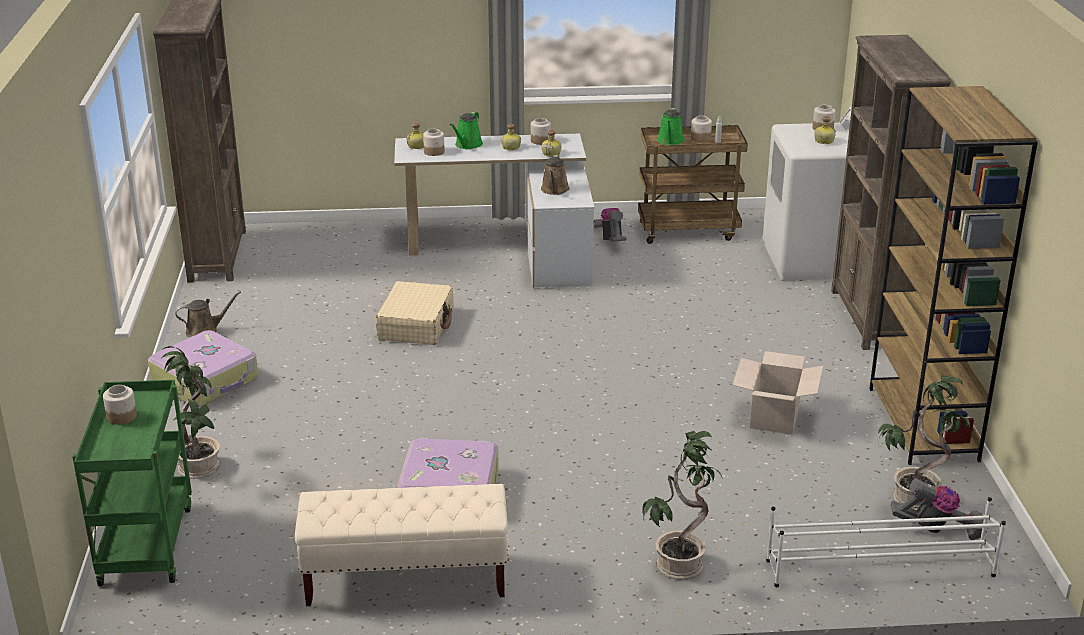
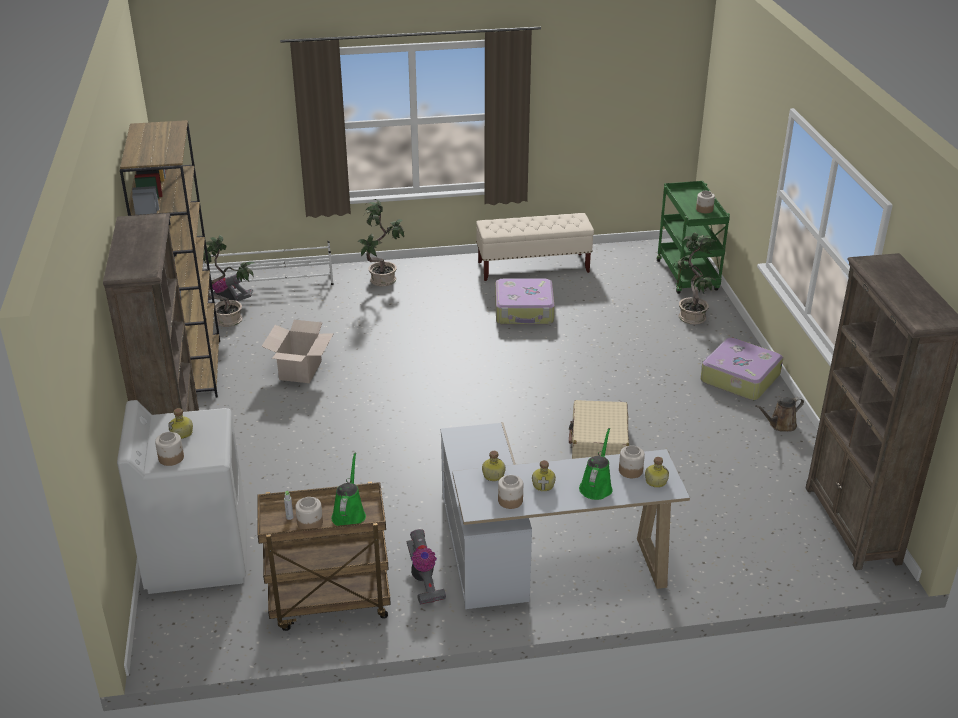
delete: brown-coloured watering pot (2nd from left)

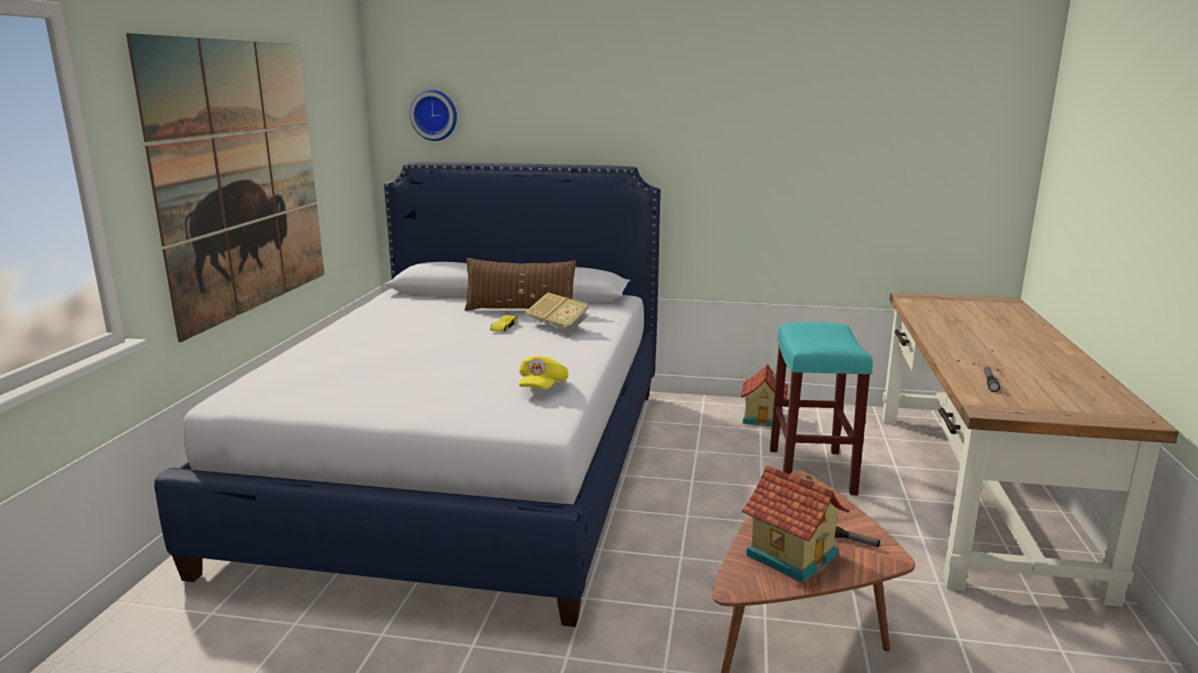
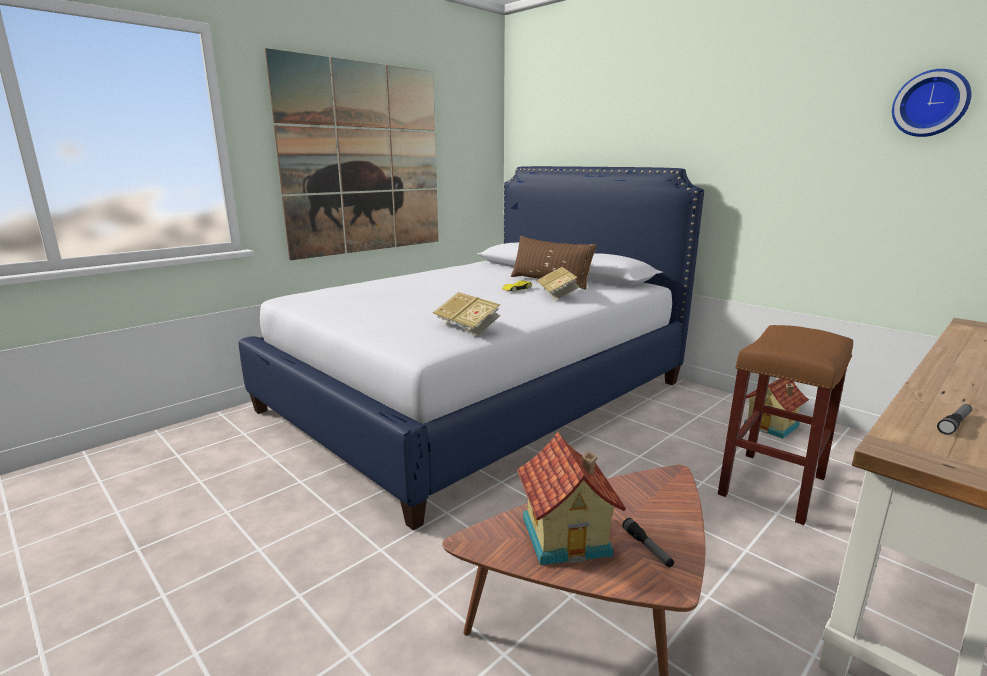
move: hanging clock
replace: yellow-coloured baseball cap to volume (1st from left)
recolor: turquoise stool seat to brown-coloured stool seat

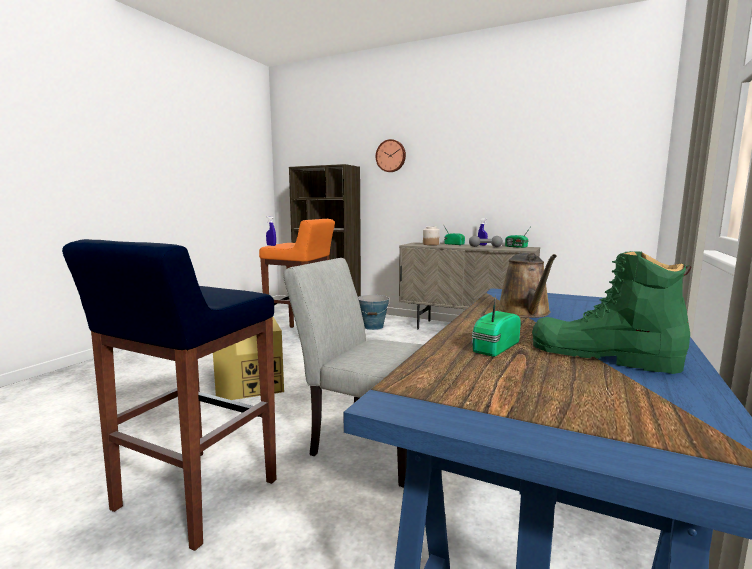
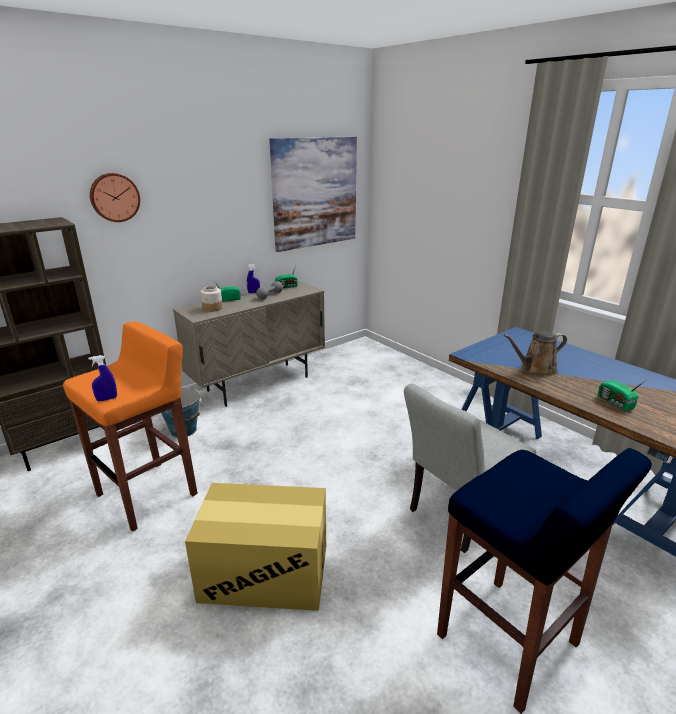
delete: greenish boot
insert: wall art
rotate: brown-coloured watering pot 135 degrees clockwise

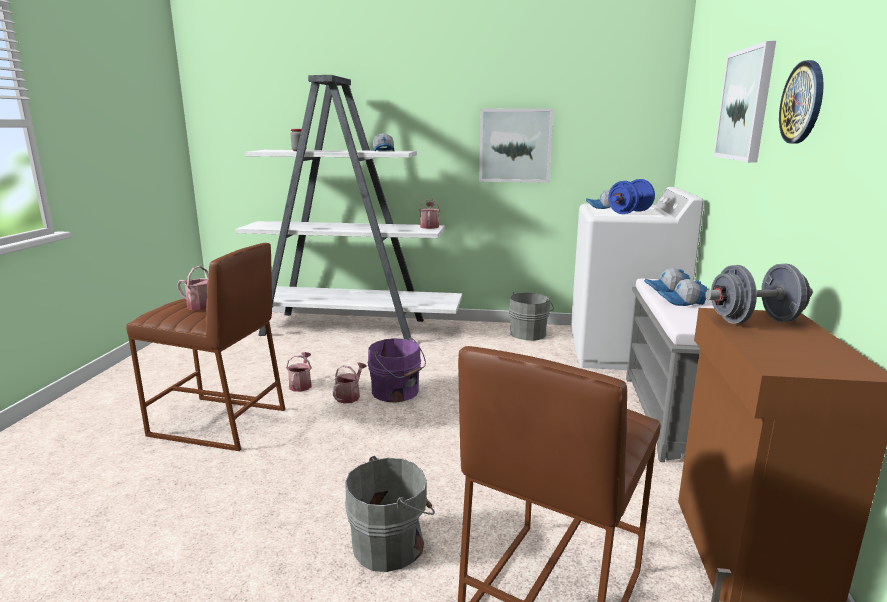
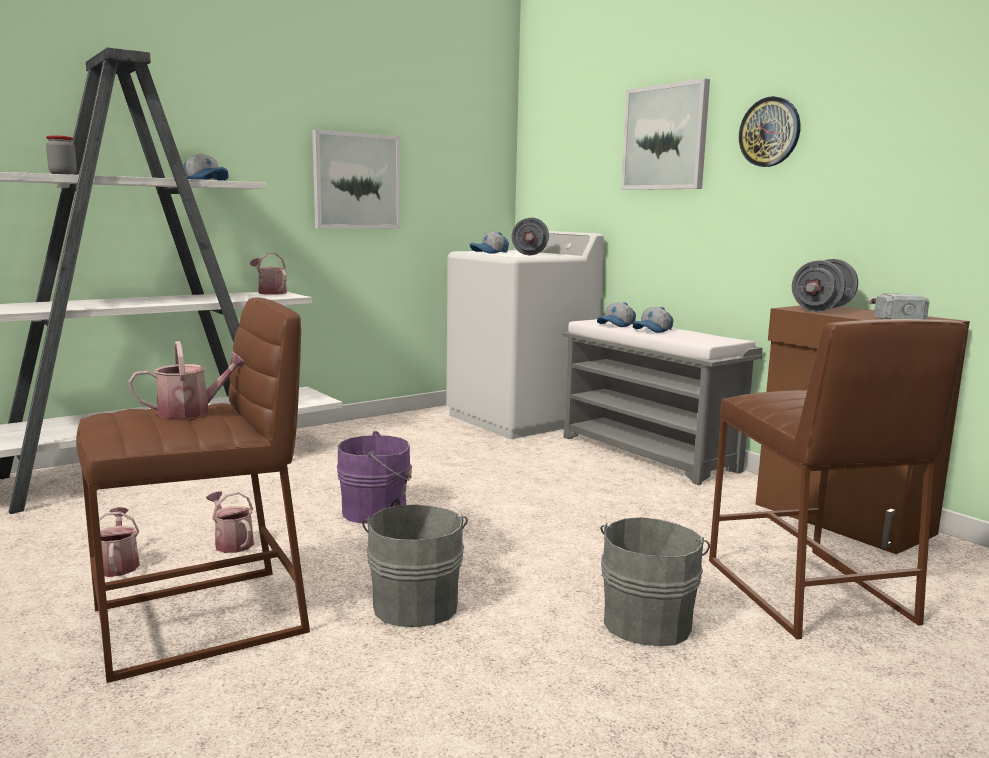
insert: hand hammer
move: watering pot (3rd from left in the first image) to watering pot (1st from left); greyish water bucket (2nd from left in the first image) to greyish water bucket (1st from left)
recolor: blue dumbbell to greyish dumbbell (1st from left)

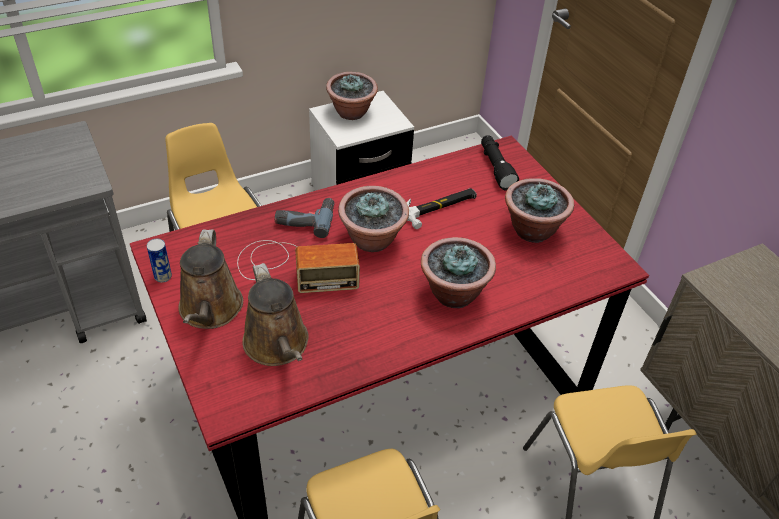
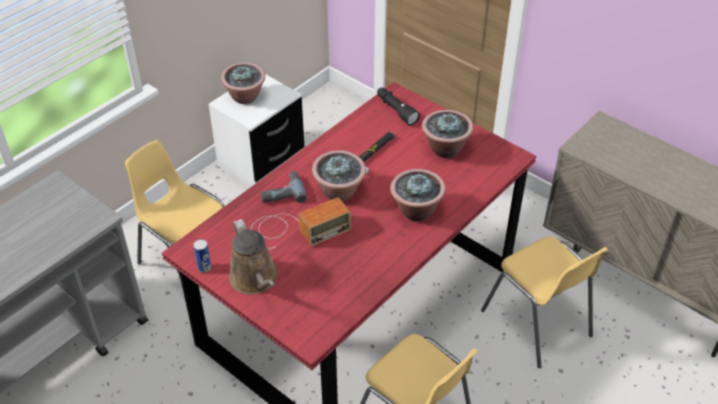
delete: brown-coloured watering pot (2nd from left)

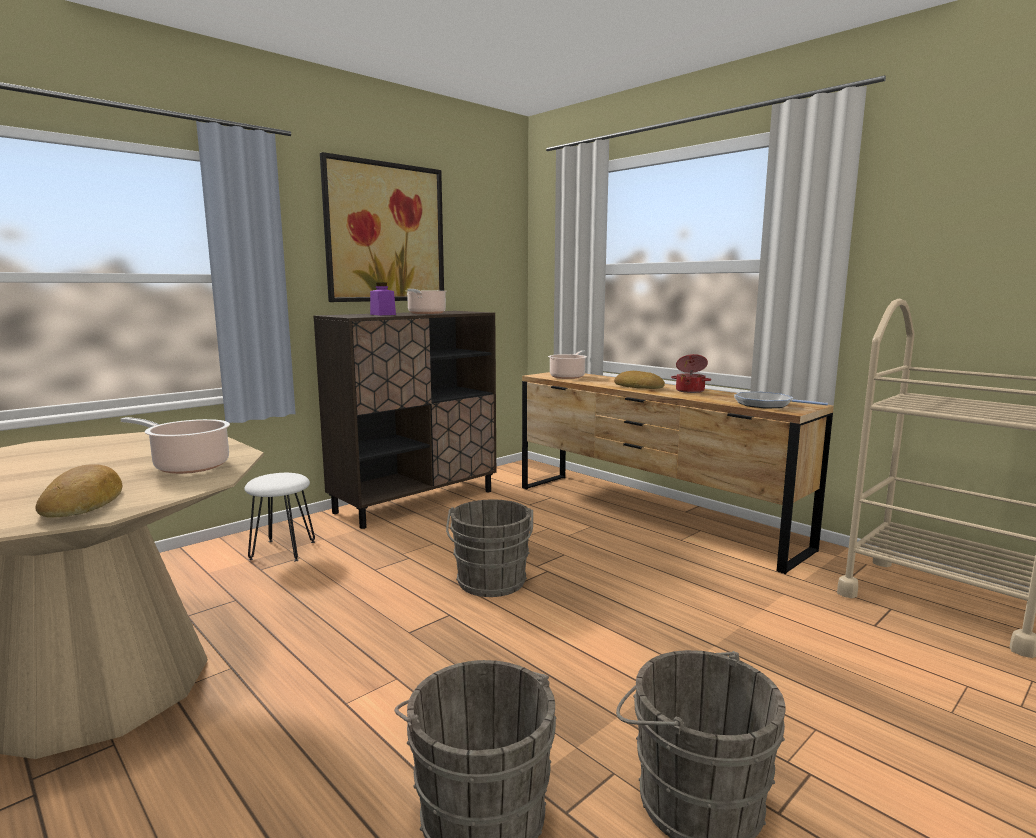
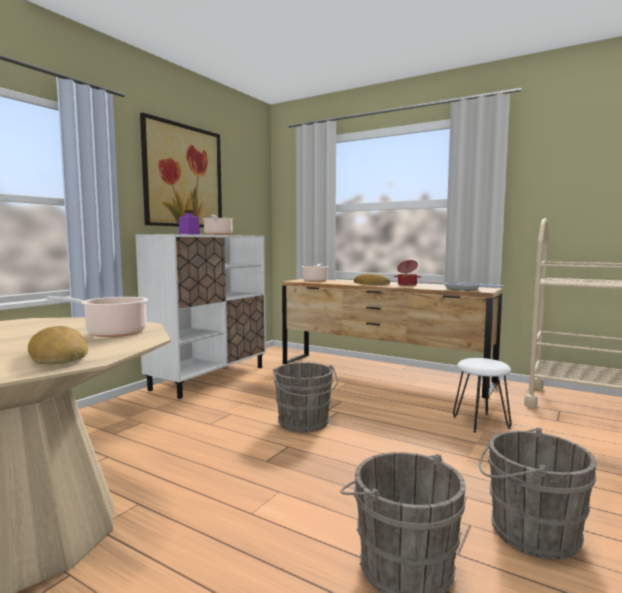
move: whitish stool seat
recolor: brown-coloured cabinet to whitish cabinet

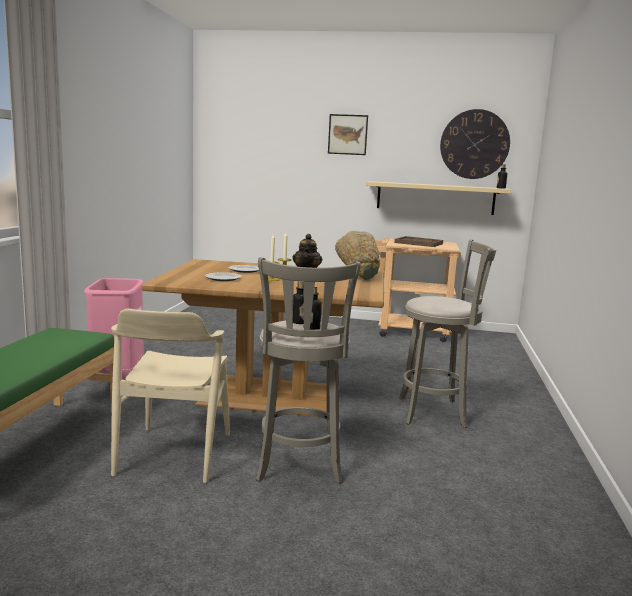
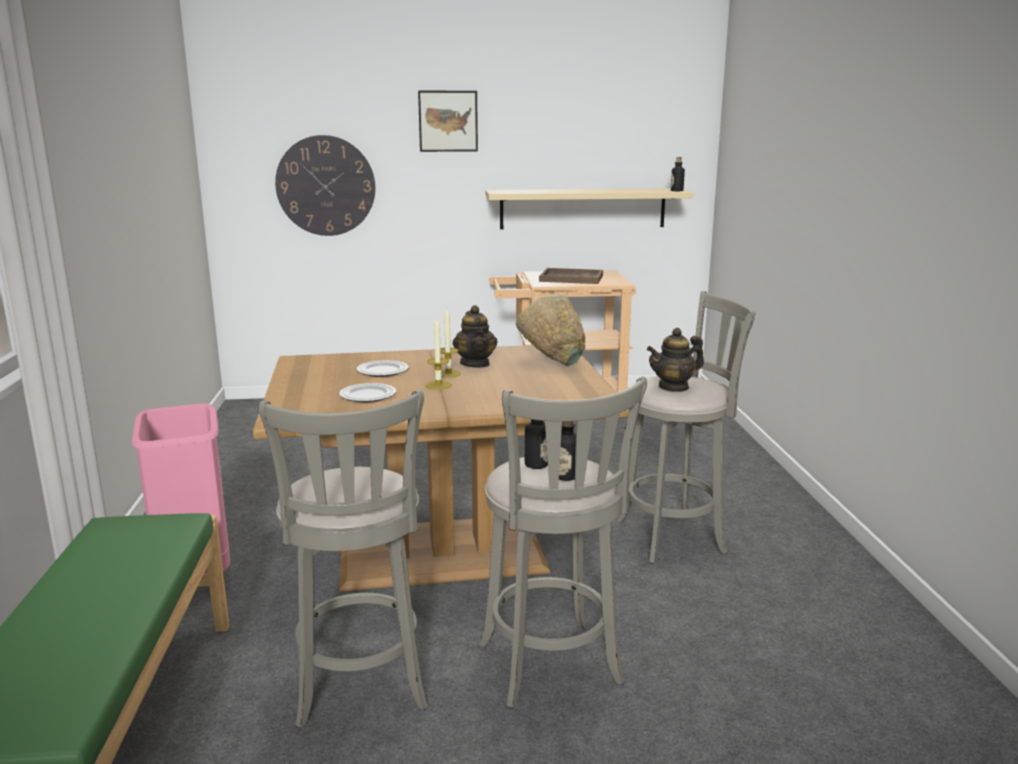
insert: pot for tea (2nd from left)
move: hanging clock
replace: beige-coloured plain chair to greyish stool seat (1st from left)

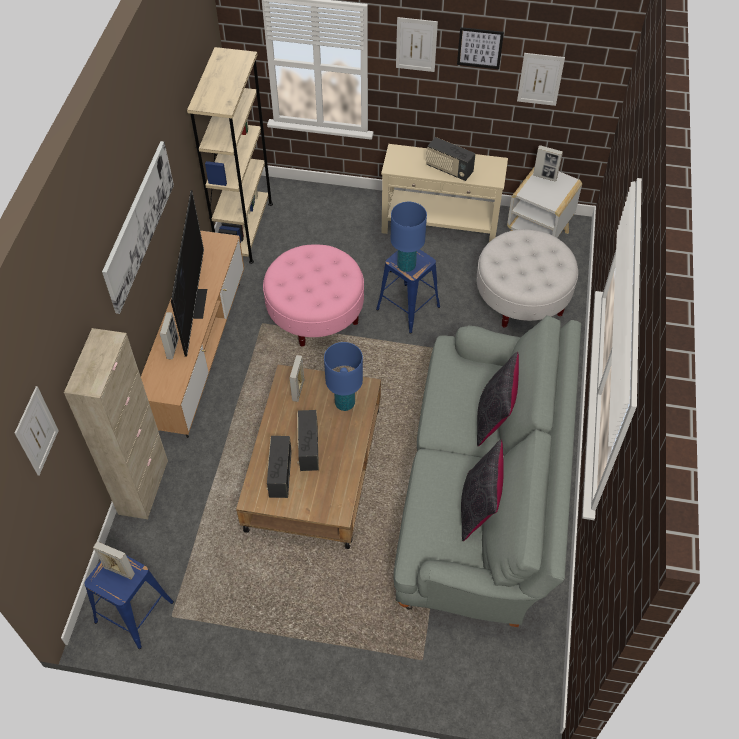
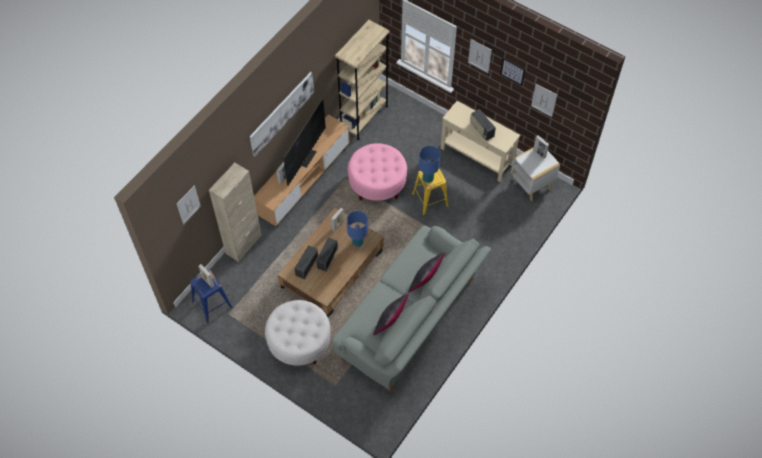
move: whitish footrest
recolor: blue stool seat (2nd from left) to yellow-coloured stool seat

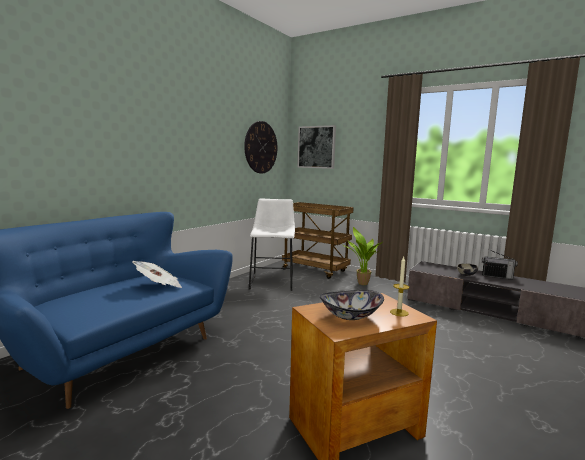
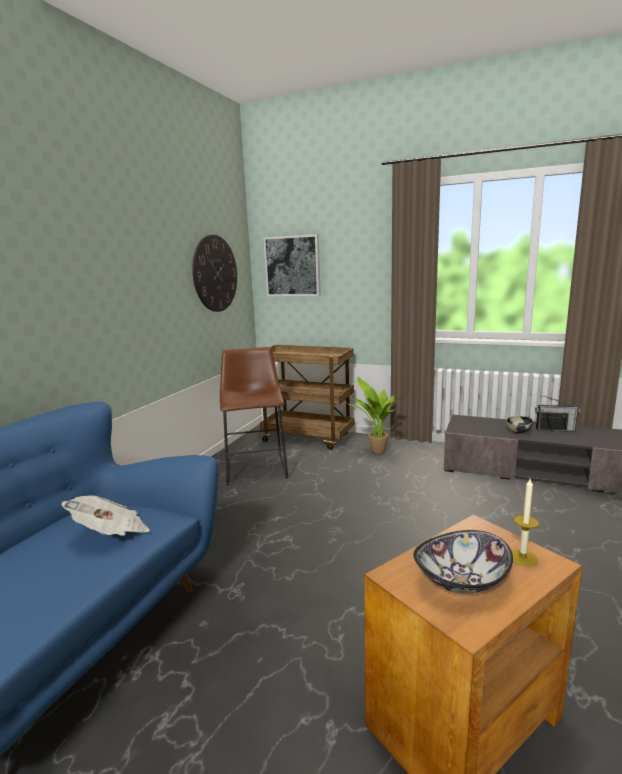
recolor: whitish stool seat to brown-coloured stool seat

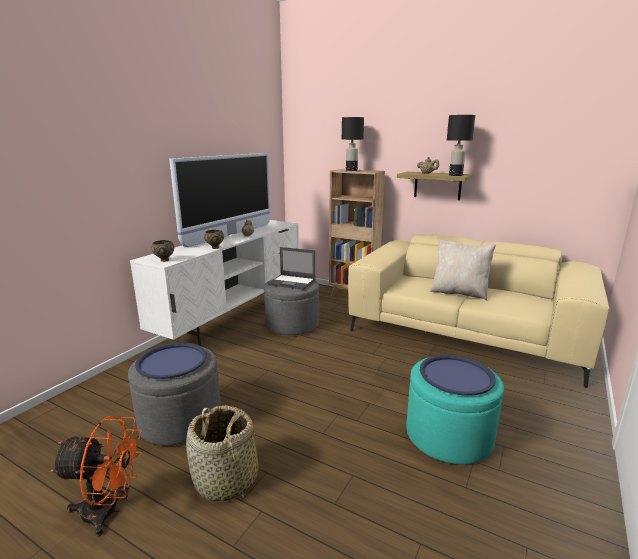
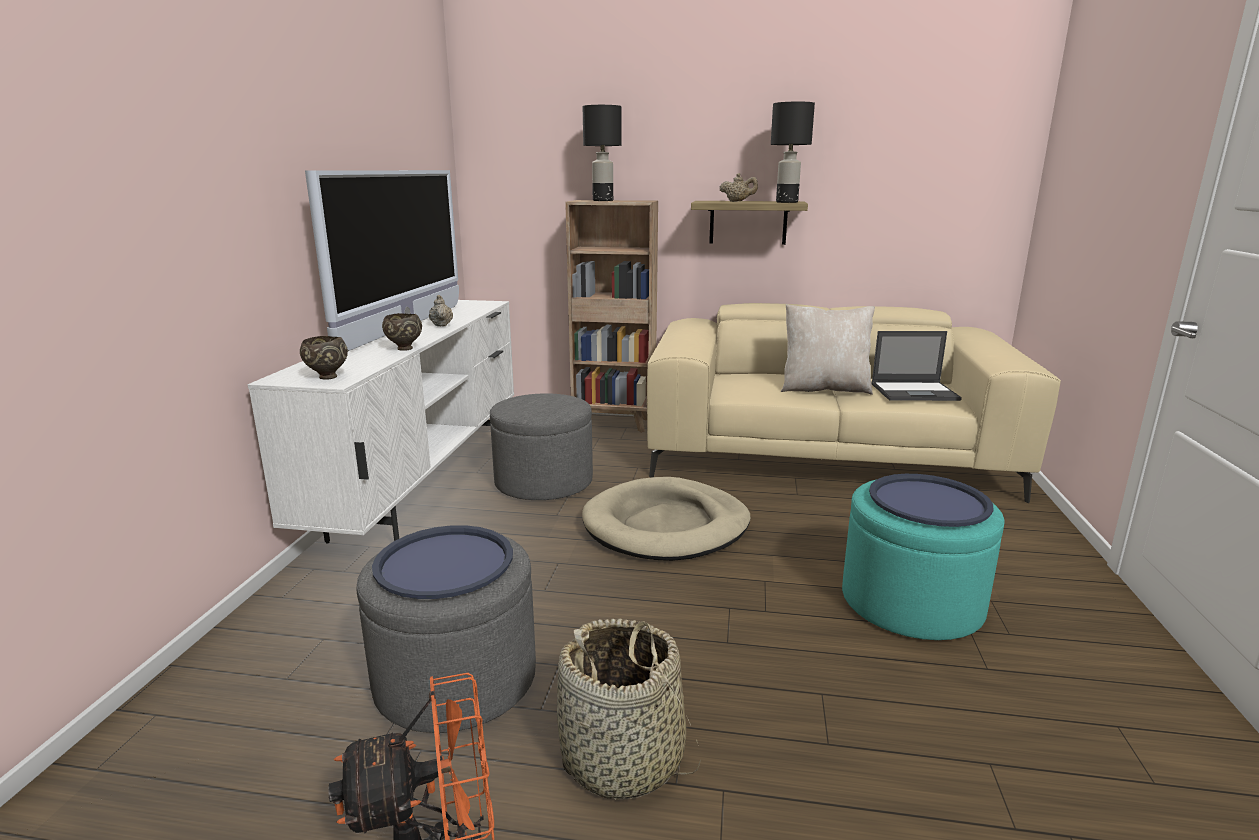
insert: beige-coloured dog bed
move: portable computer

